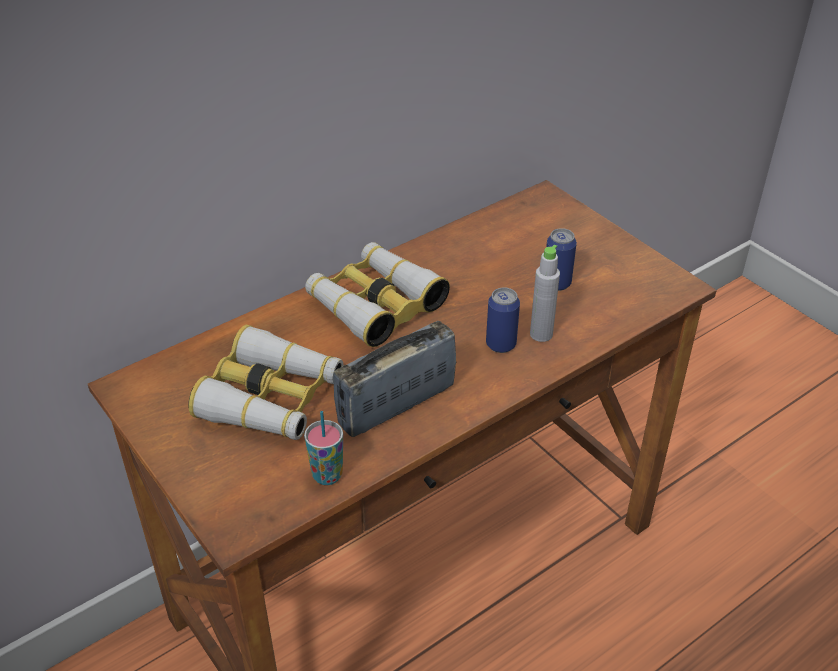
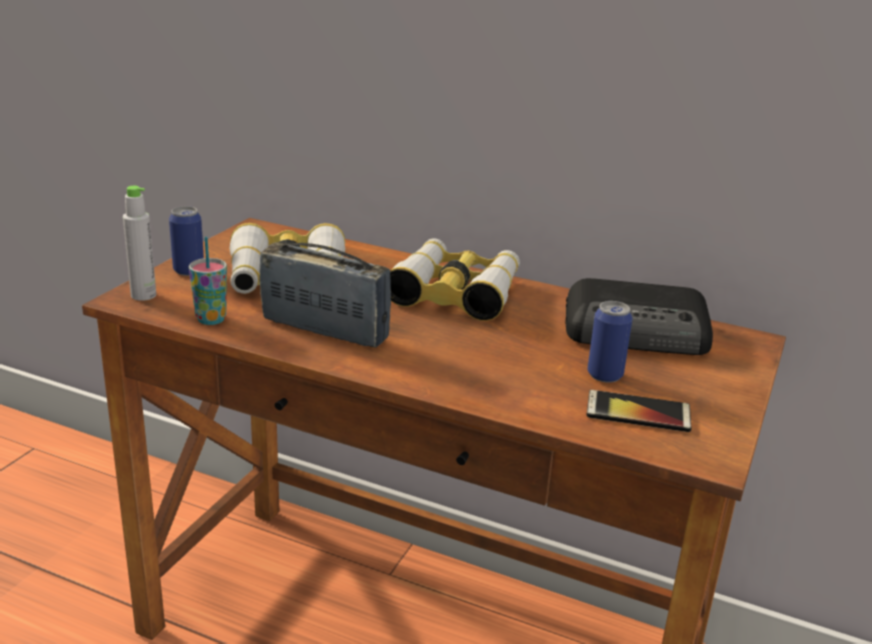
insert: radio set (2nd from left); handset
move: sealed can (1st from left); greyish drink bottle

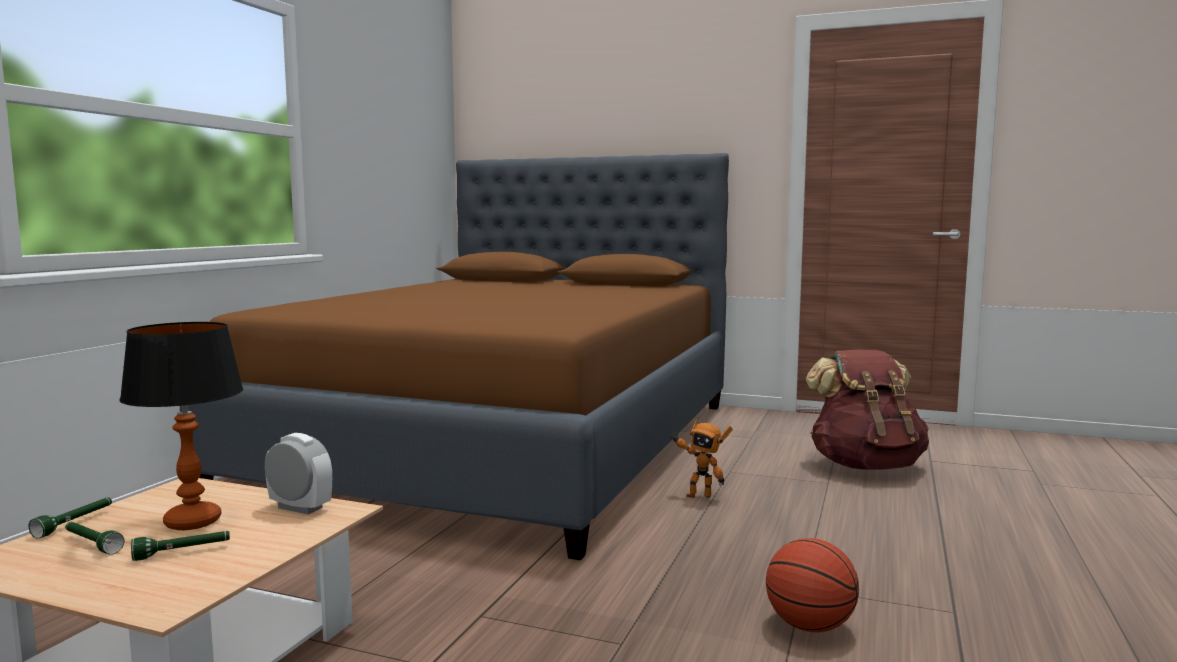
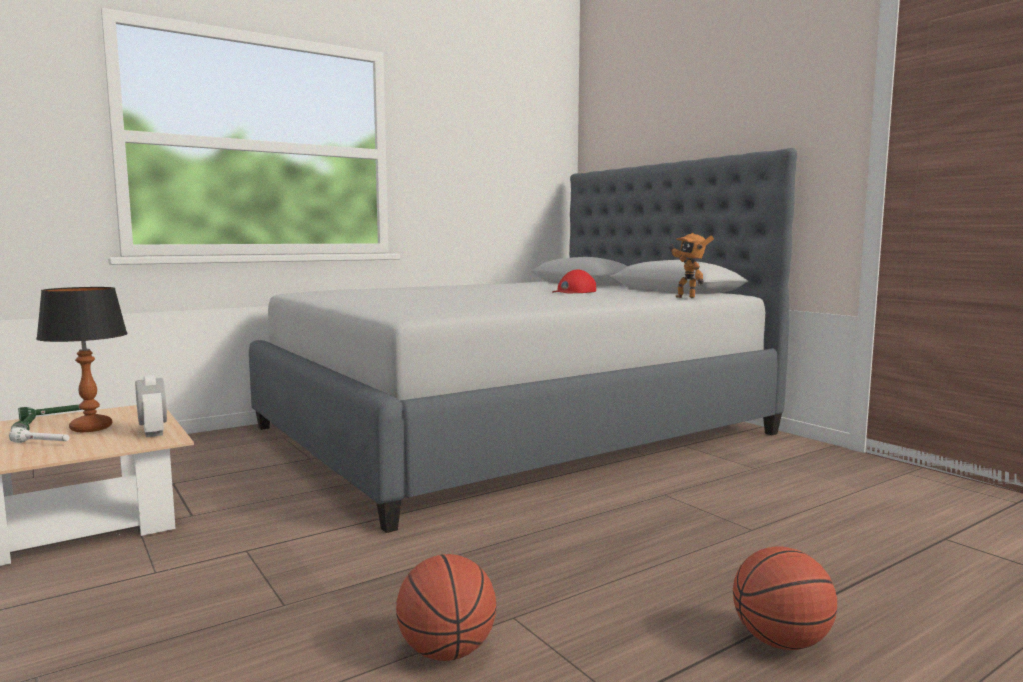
delete: brown-coloured backpack
insert: red baseball cap; basketball ball (2nd from left)
move: model robot
recolor: greenish torch (3rd from left) to whitish torch; brown-coloured bed to greyish bed

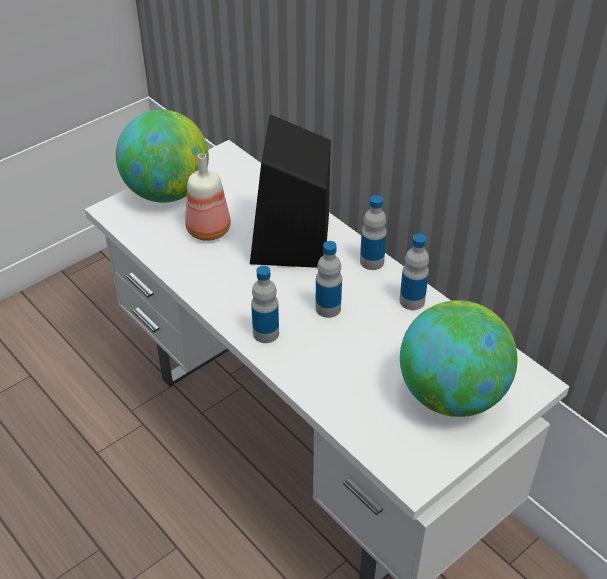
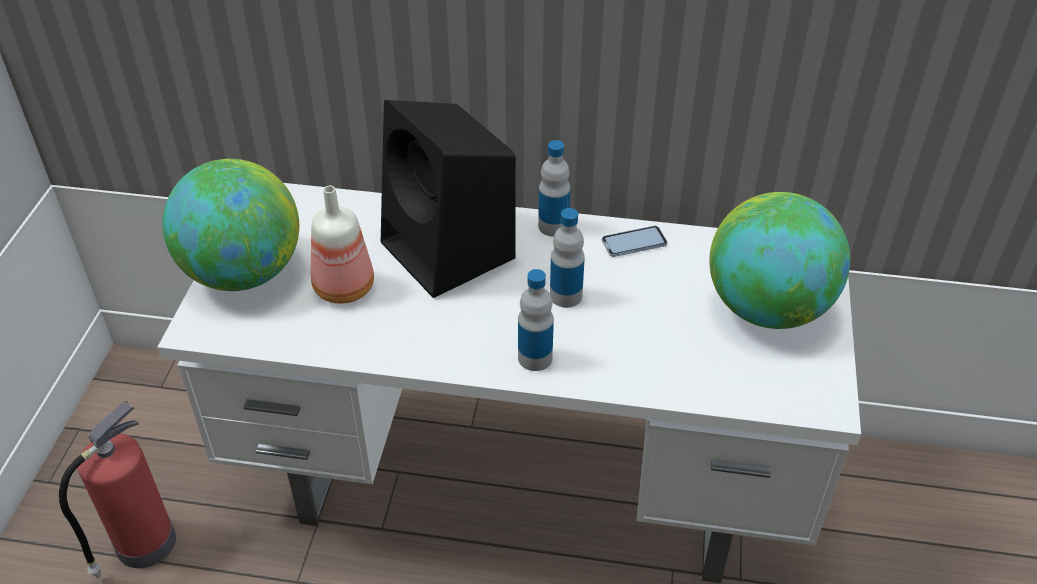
insert: extinguisher
replace: drink bottle (5th from left) to handset

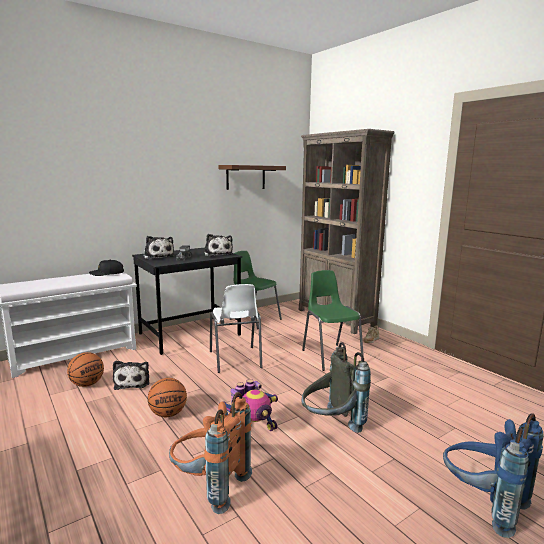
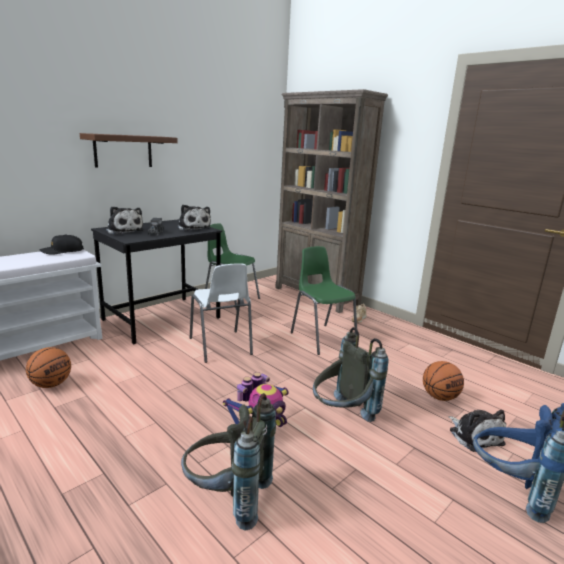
move: soft toy (1st from left in the first image) to soft toy (3rd from left); basketball ball (2nd from left); brown-coloured wall shelf
recolor: orange-coloured backpack to greyish backpack (1st from left)

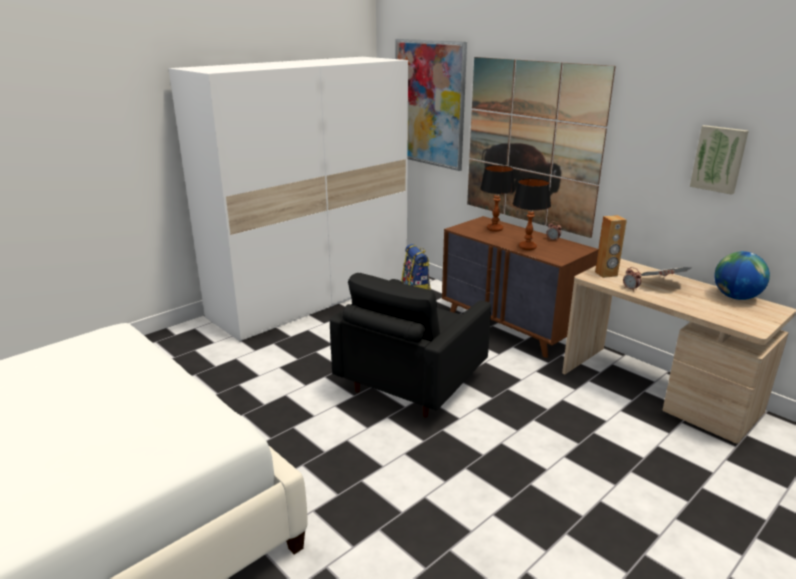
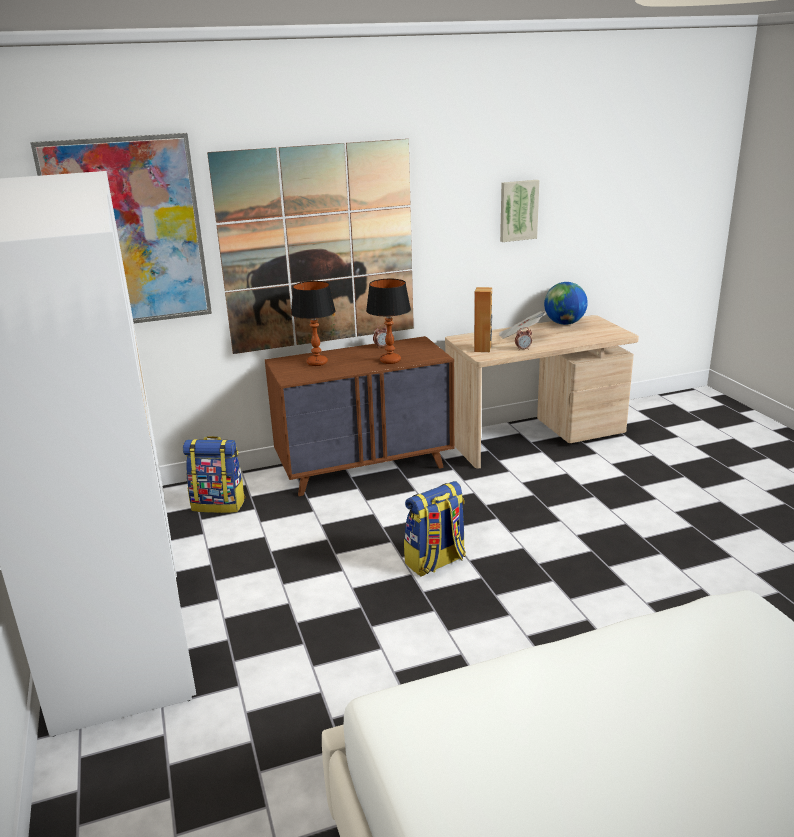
replace: blackish easy chair to backpack (2nd from left)

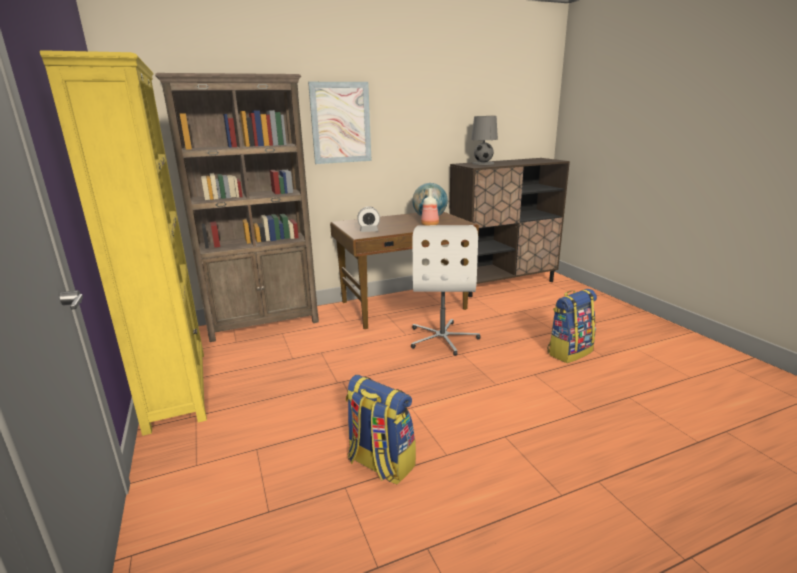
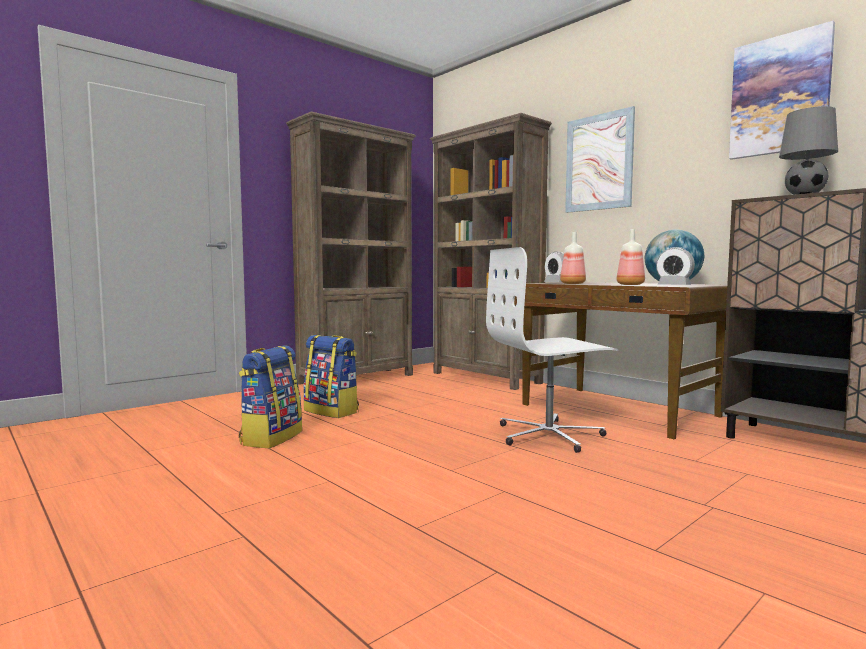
insert: drink bottle (1st from left); alarm clock (2nd from left); wall art (2nd from left)
move: backpack (2nd from left)
recolor: yellow-coloured bookshelf to brown-coloured bookshelf (1st from left)

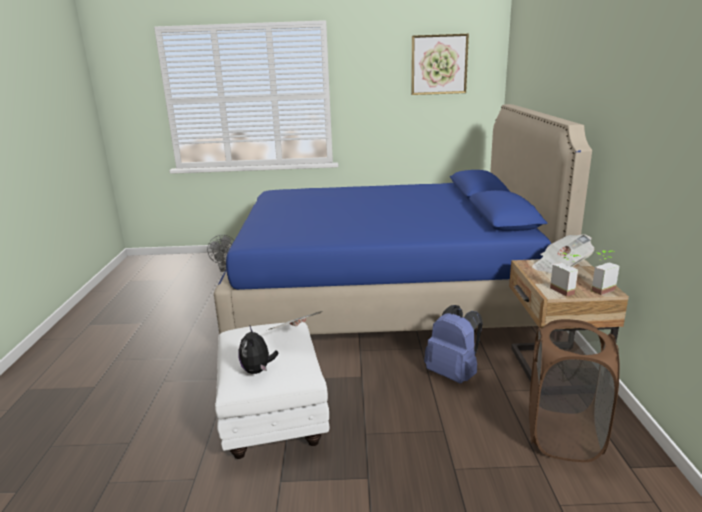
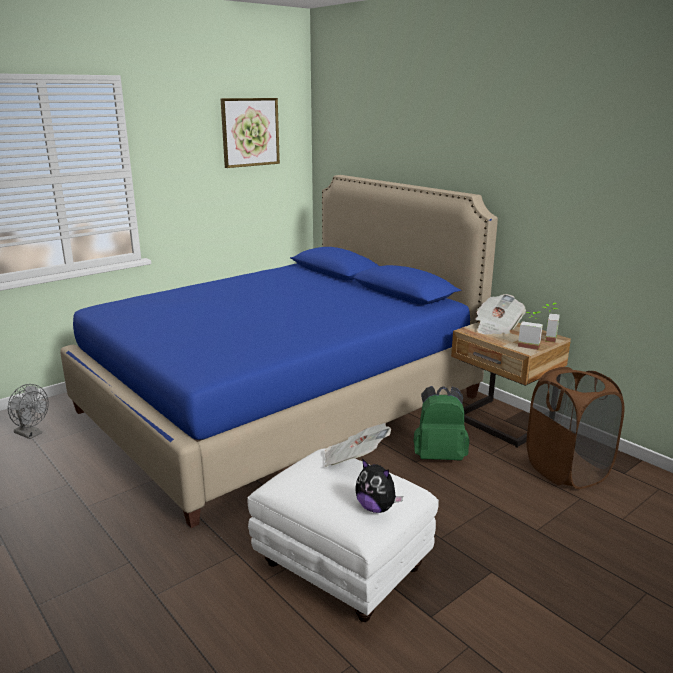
recolor: blue backpack to greenish backpack

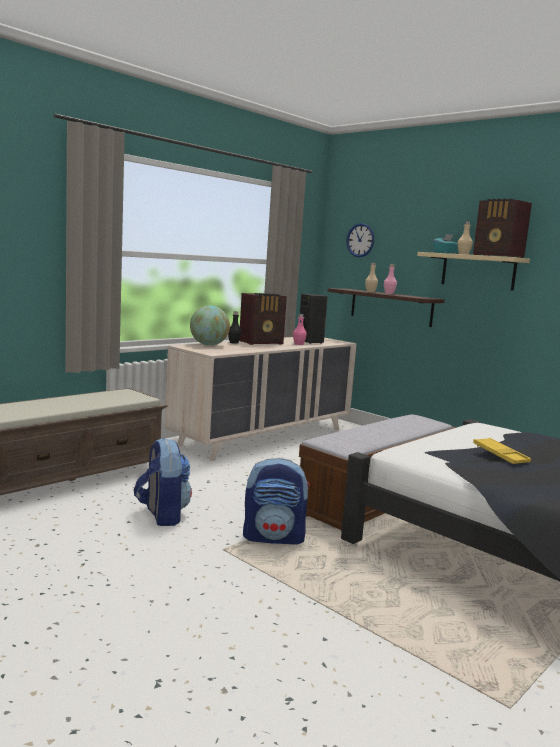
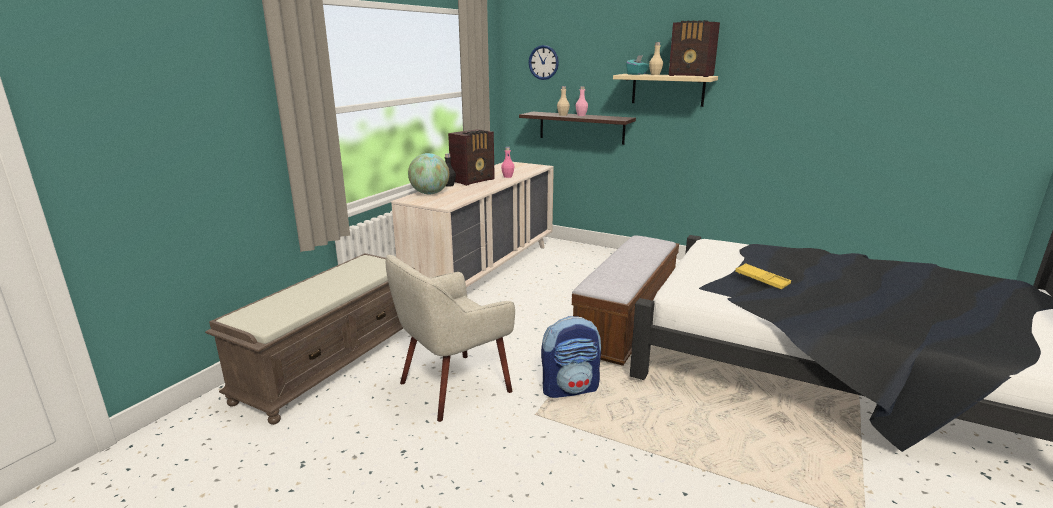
delete: blackish speaker
replace: backpack (1st from left) to beige-coloured easy chair

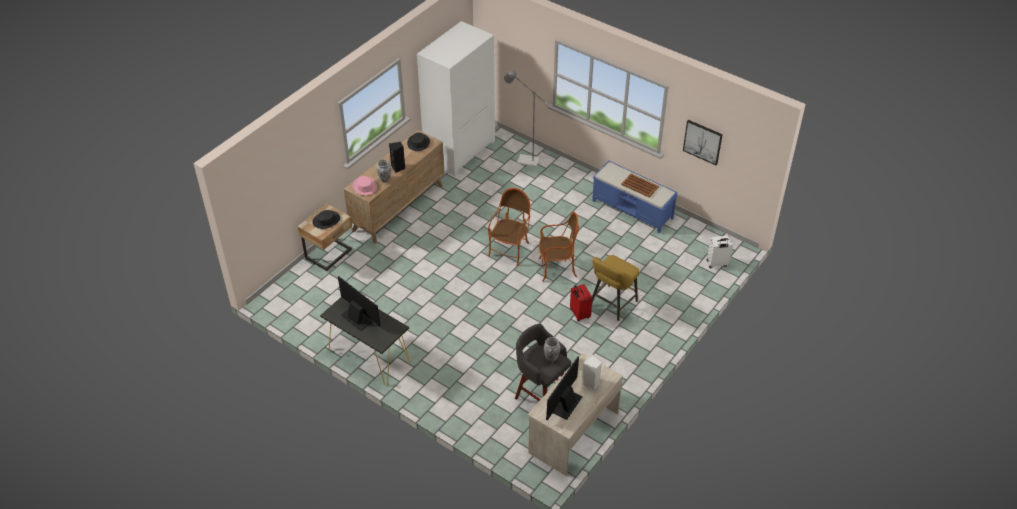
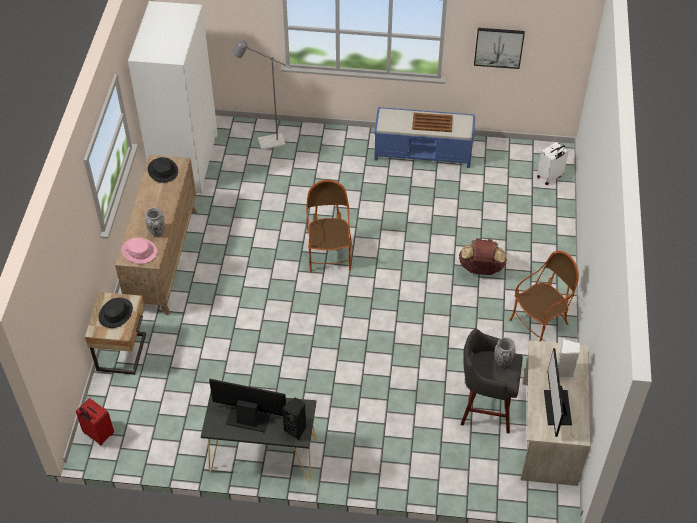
move: blackish speaker; easy chair (2nd from left); red piece of luggage
replace: yellow-coloured stool seat to brown-coloured backpack

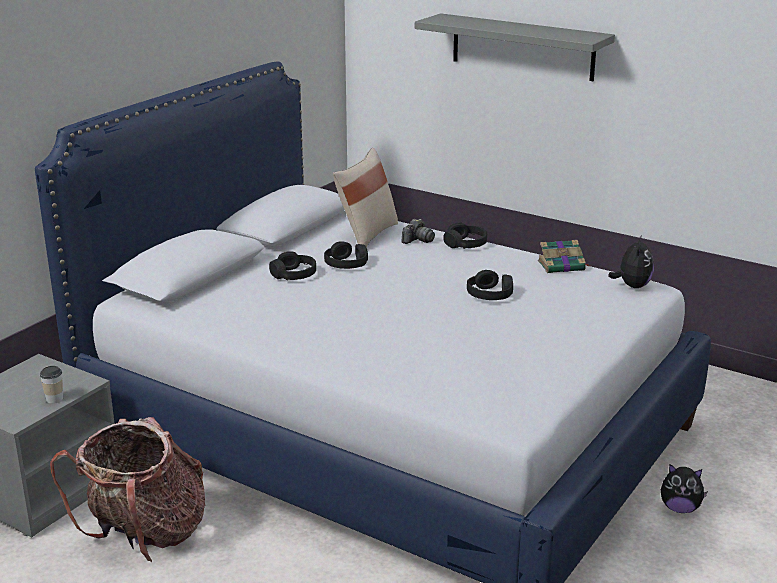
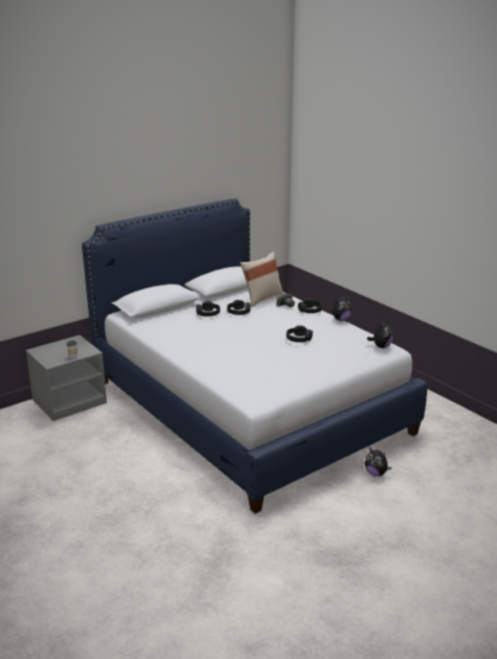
delete: backpack; greyish wall shelf; volume
insert: soft toy (1st from left)

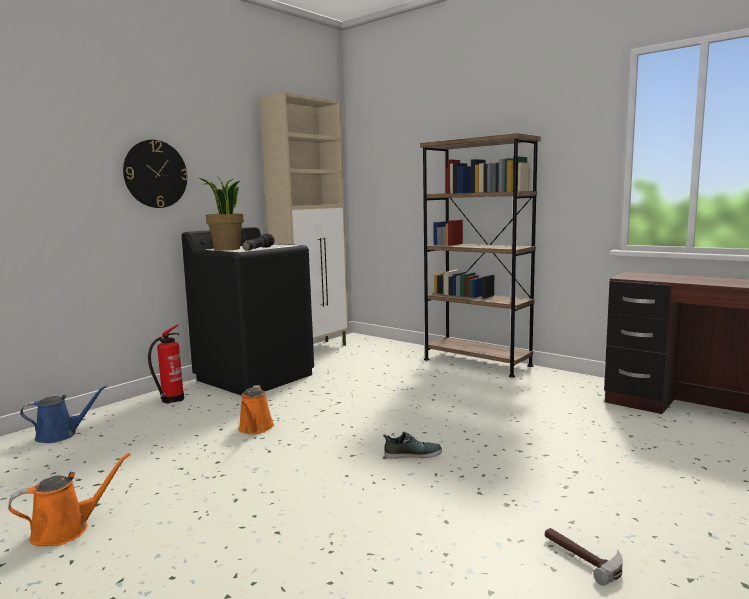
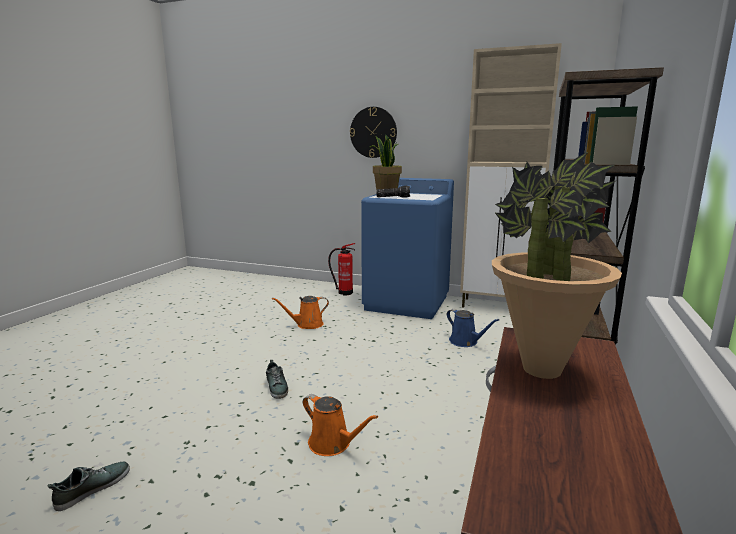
insert: plant in a pot (2nd from left)
move: orange-coloured watering pot (1st from left in the first image) to orange-coloured watering pot (2nd from left); blue watering pot
replace: hand hammer to shoe (1st from left)
recolor: blackish laundry machine to blue laundry machine

